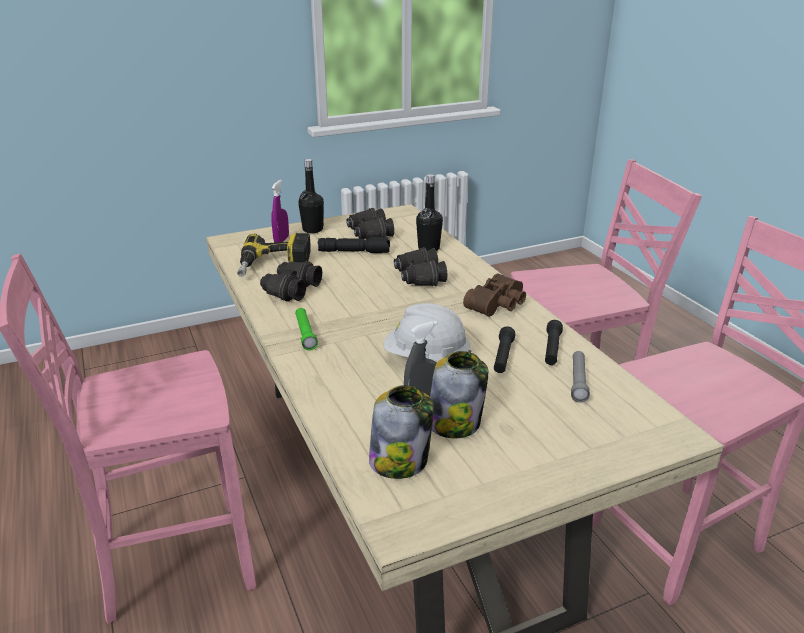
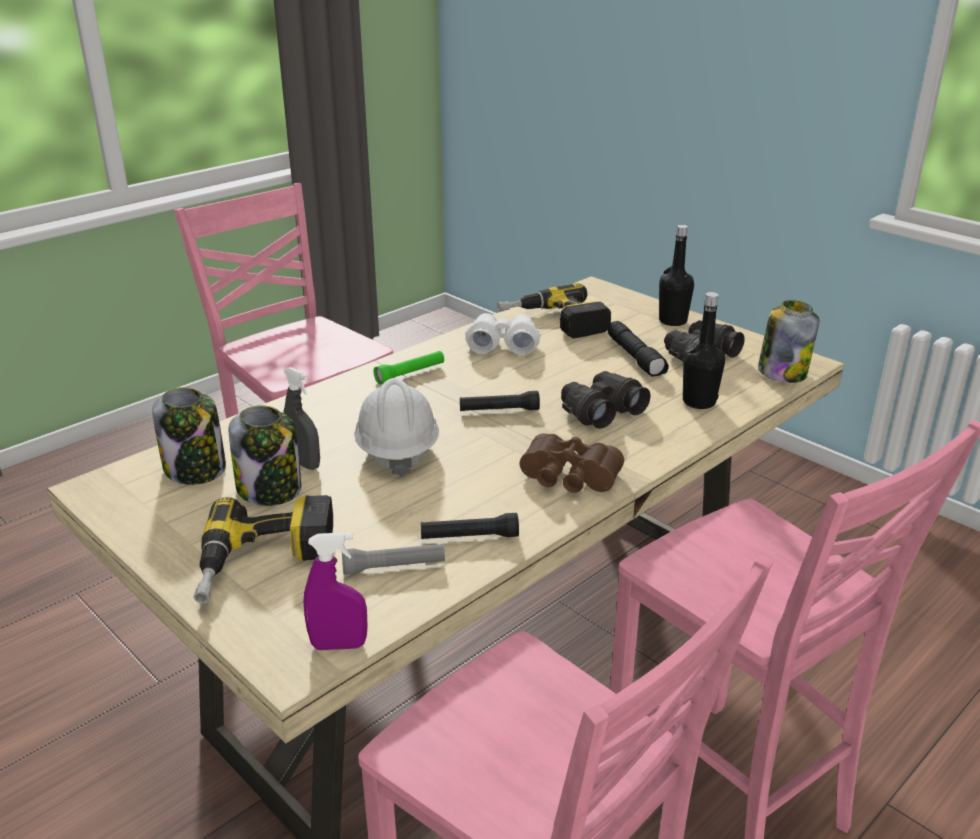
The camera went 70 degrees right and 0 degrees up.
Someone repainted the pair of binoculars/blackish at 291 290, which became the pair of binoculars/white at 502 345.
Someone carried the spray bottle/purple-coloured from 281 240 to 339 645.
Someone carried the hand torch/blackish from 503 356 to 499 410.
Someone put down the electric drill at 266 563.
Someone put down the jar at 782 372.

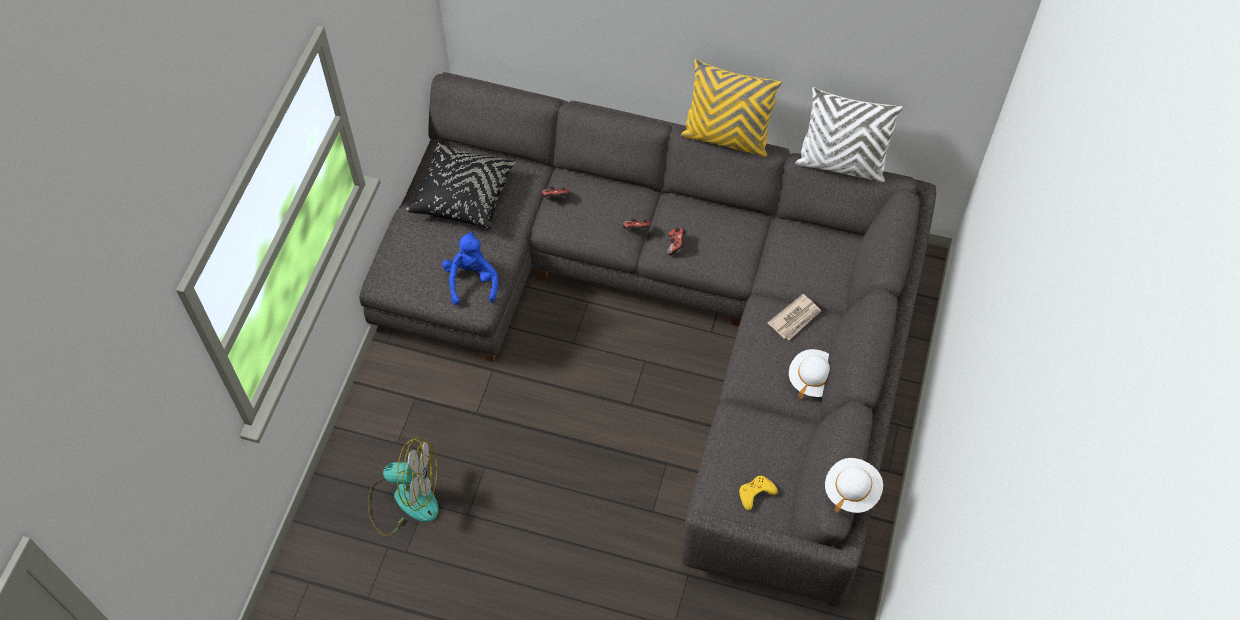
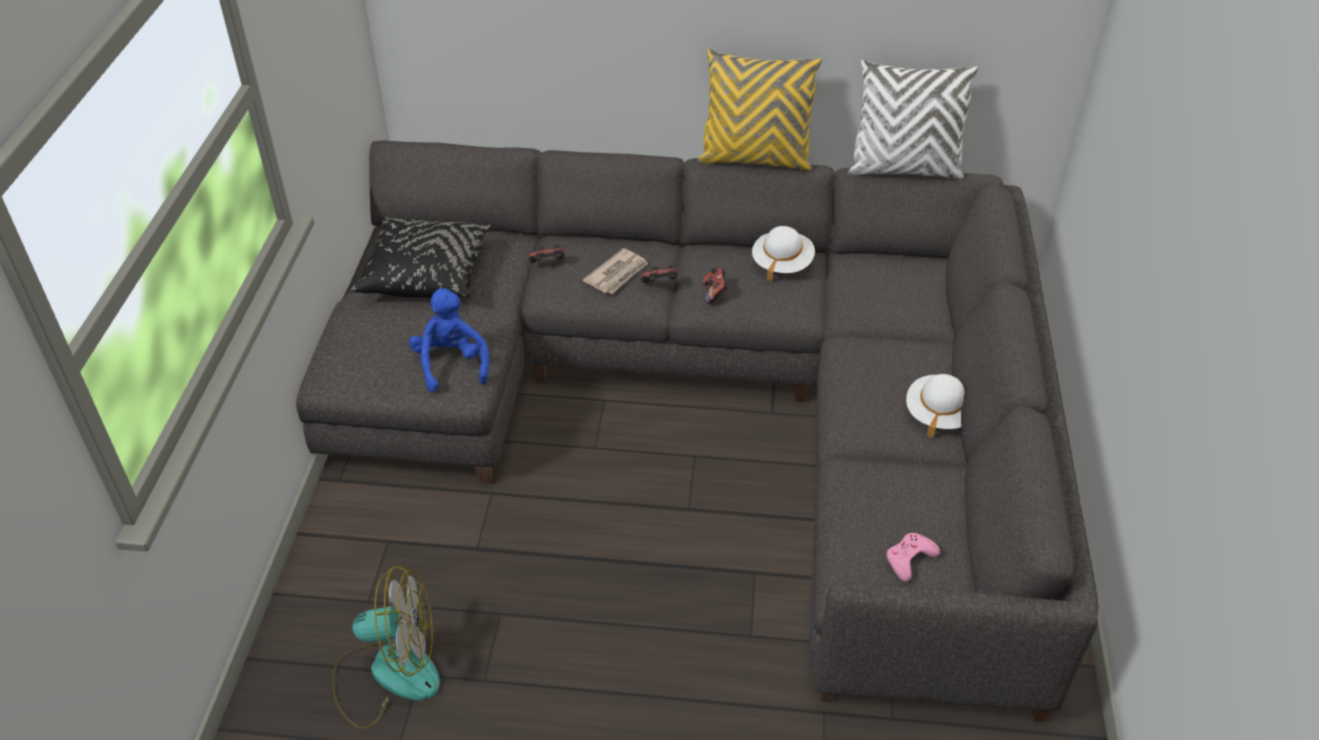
The camera went 10 degrees left and 15 degrees down.
Someone repainted the game controller/yellow-coloured at 755 493, which became the game controller/pinkish at 909 559.
Someone carried the printed paper from 795 318 to 617 274.
Someone carried the wearable hat/white from 851 490 to 782 263.

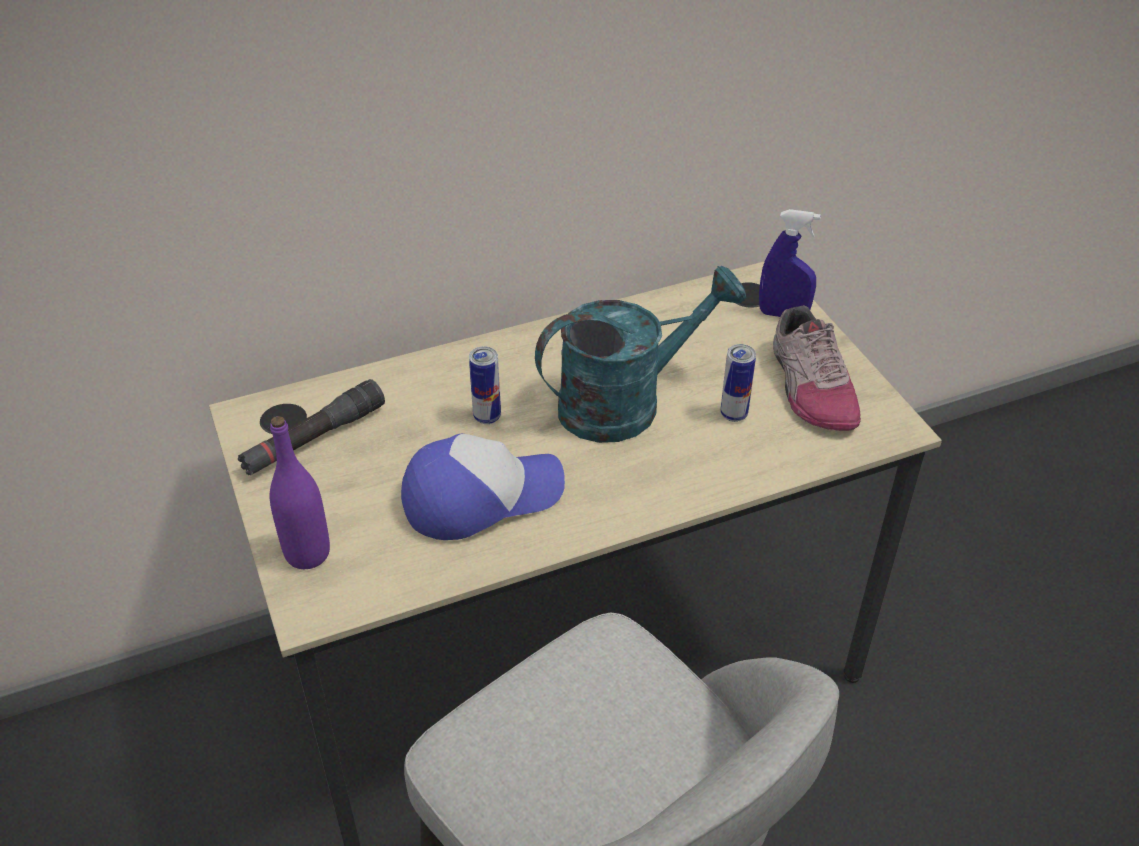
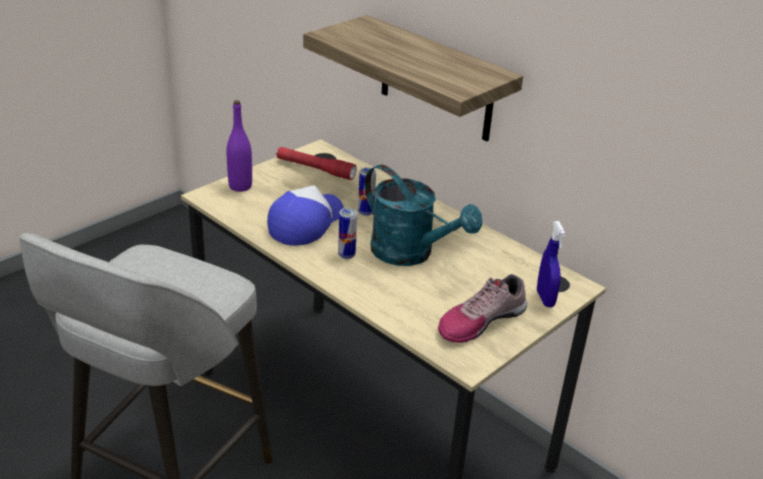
The camera went 65 degrees right and 10 degrees down.
Someone repainted the hand torch/blackish at 314 438, which became the hand torch/reddish at 315 169.
Someone rotated the peaked cap at 481 496 by 105 degrees counterclockwise.
Someone carried the metal can from 733 414 to 346 255.
Someone put up the shelf at 436 80.

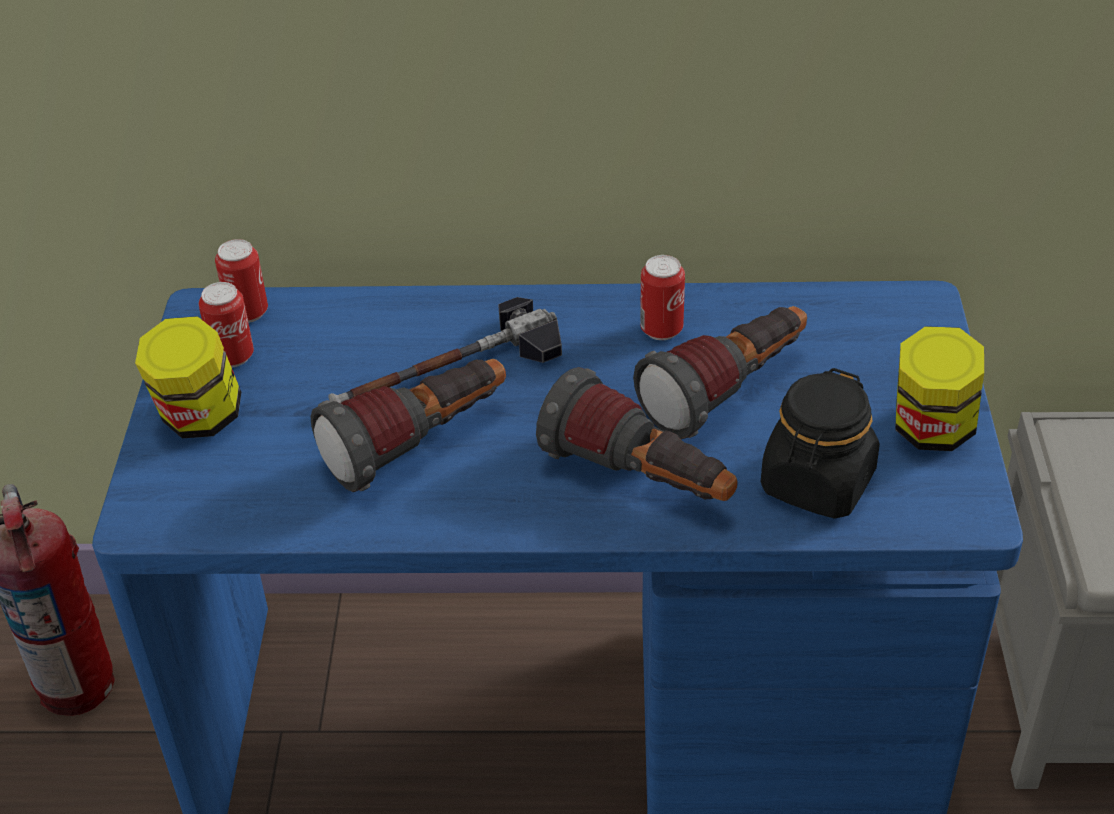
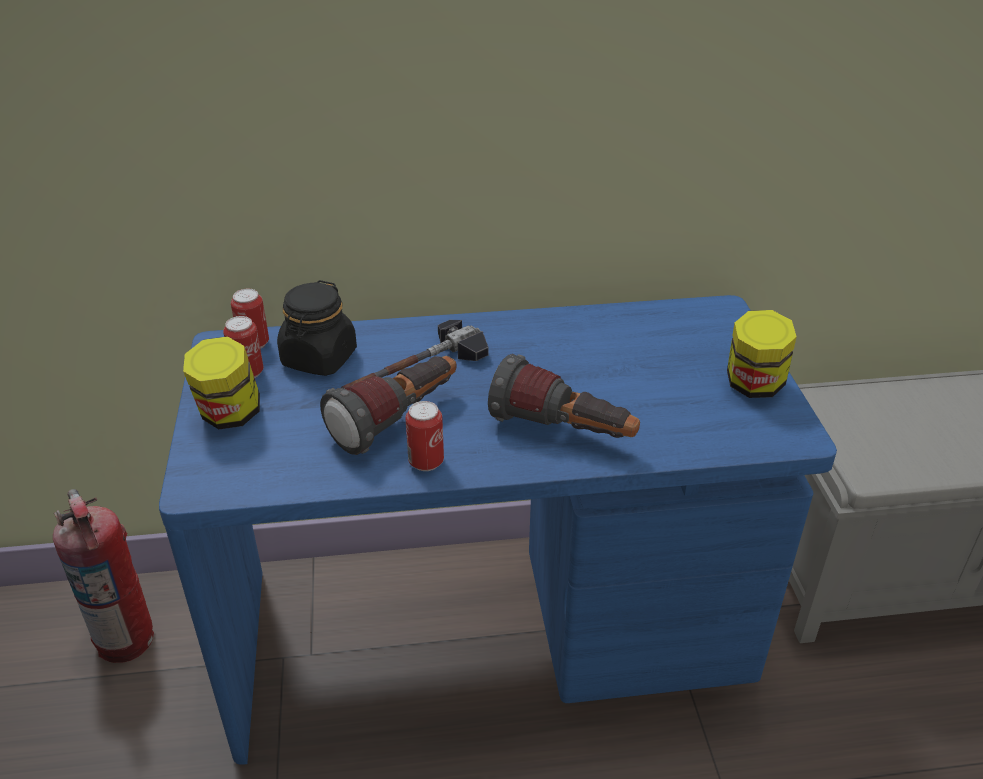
The camera went 10 degrees left and 5 degrees down.
Someone took away the hand torch at 728 392.
Someone carried the metal can from 661 330 to 426 462.
Someone carried the jar/blackish from 817 483 to 319 358.

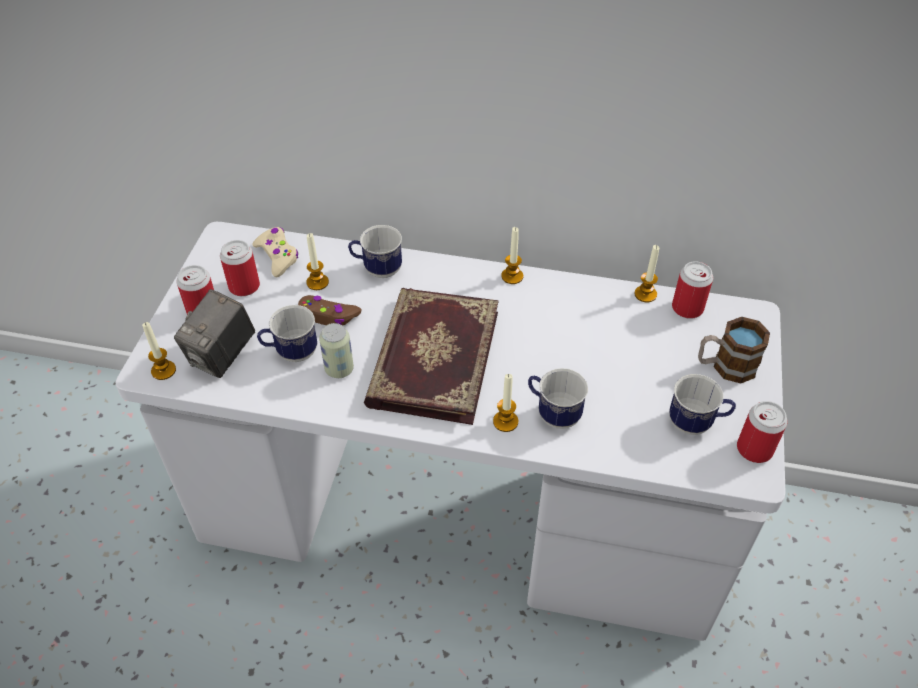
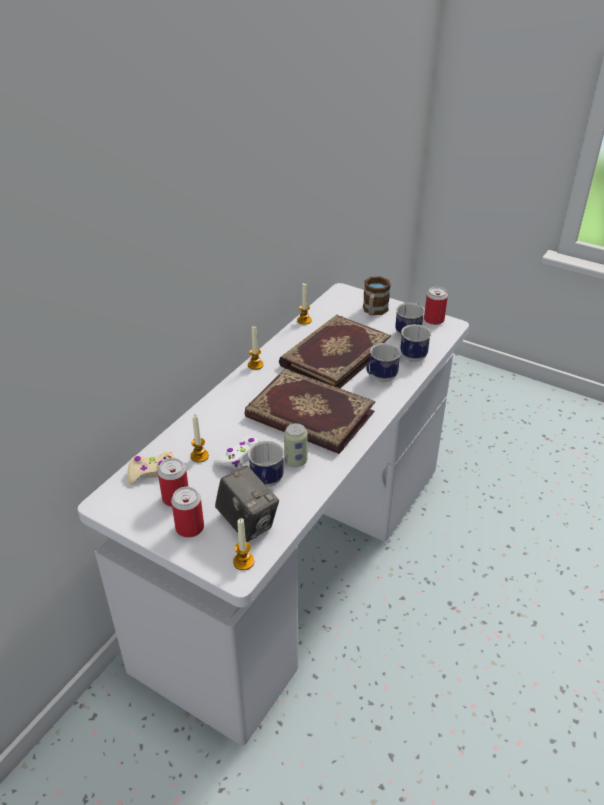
The camera went 70 degrees left and 10 degrees down.
Someone repainted the game controller/brownish at 328 315, which became the game controller/white at 239 457.
Someone carried the tea mug from 377 269 to 412 359.
Someone took away the candle at 505 421.
Someone took away the metal can at 687 308.
Someone put down the bound book at 334 355.

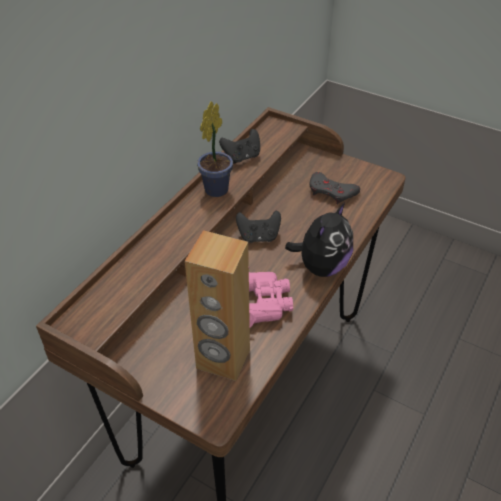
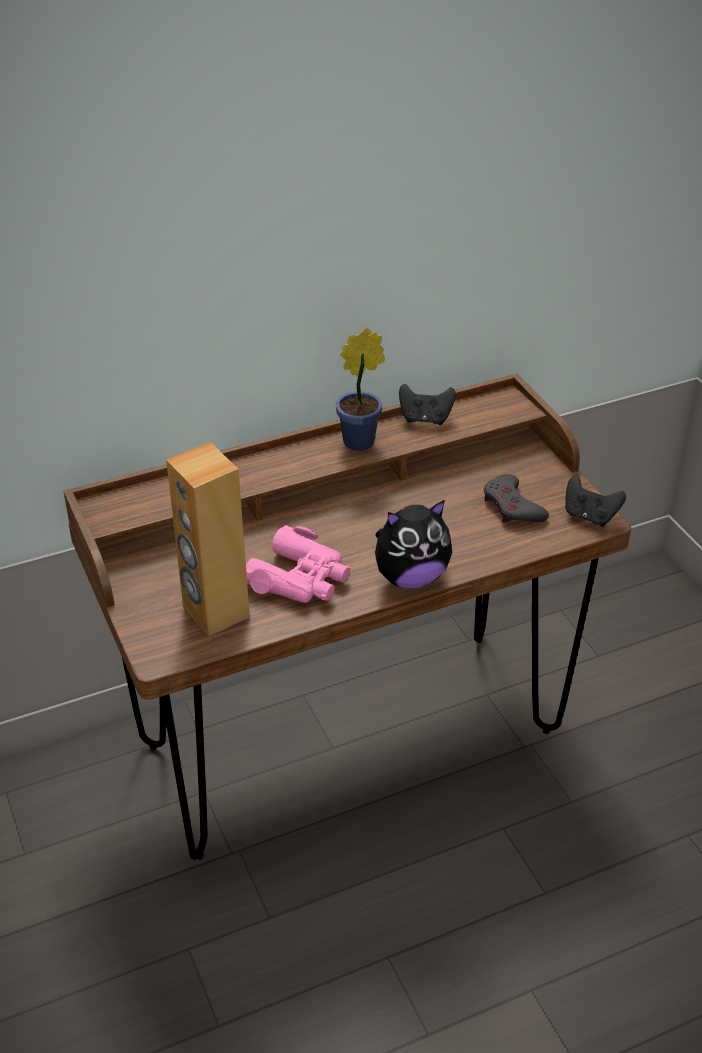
The camera went 35 degrees right and 5 degrees down.
Someone carried the game controller/blackish from 258 237 to 589 516.

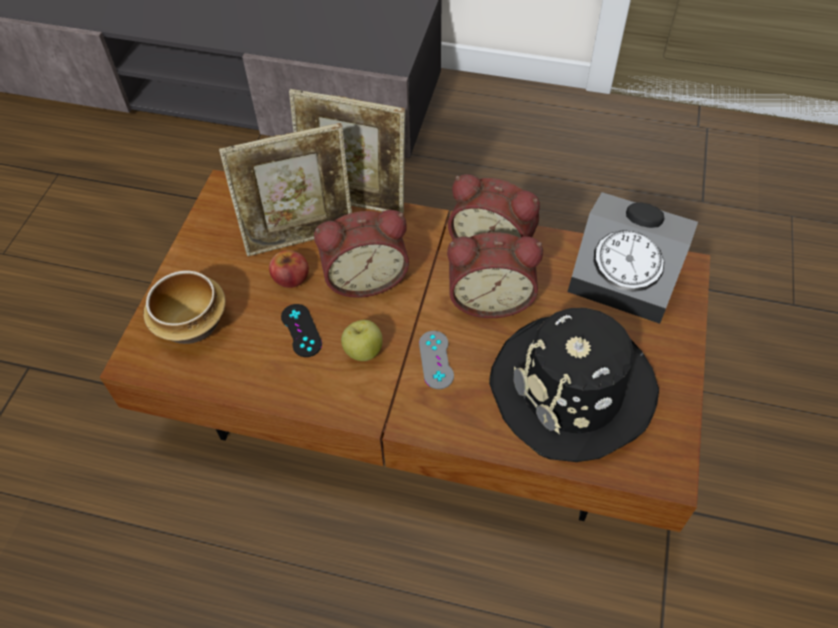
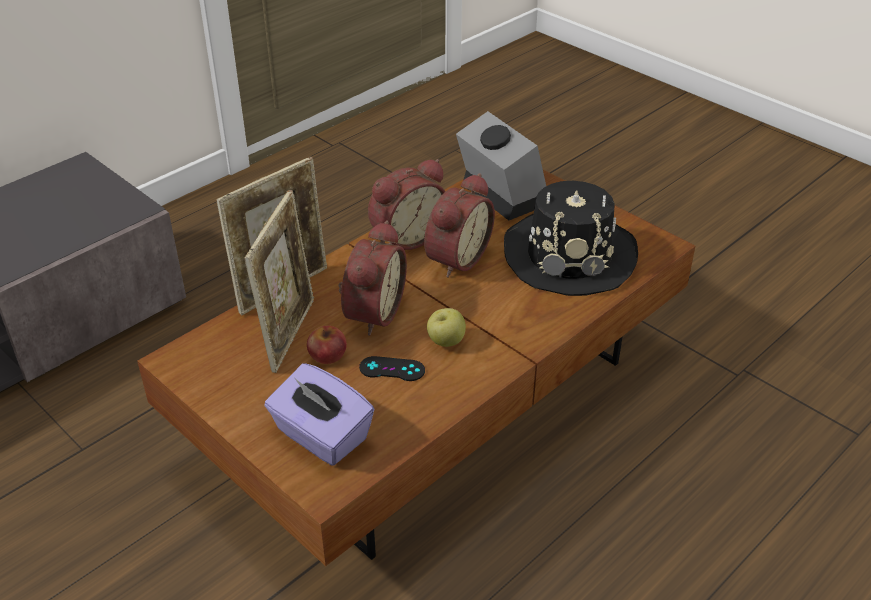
The camera went 60 degrees left and 15 degrees down.
Someone swapped the deep dish at 192 325 for the box of tissues/purple-coloured at 321 436.
Someone took away the game controller/grey at 436 360.
Someone rotated the alarm clock at 627 281 by 90 degrees counterclockwise.

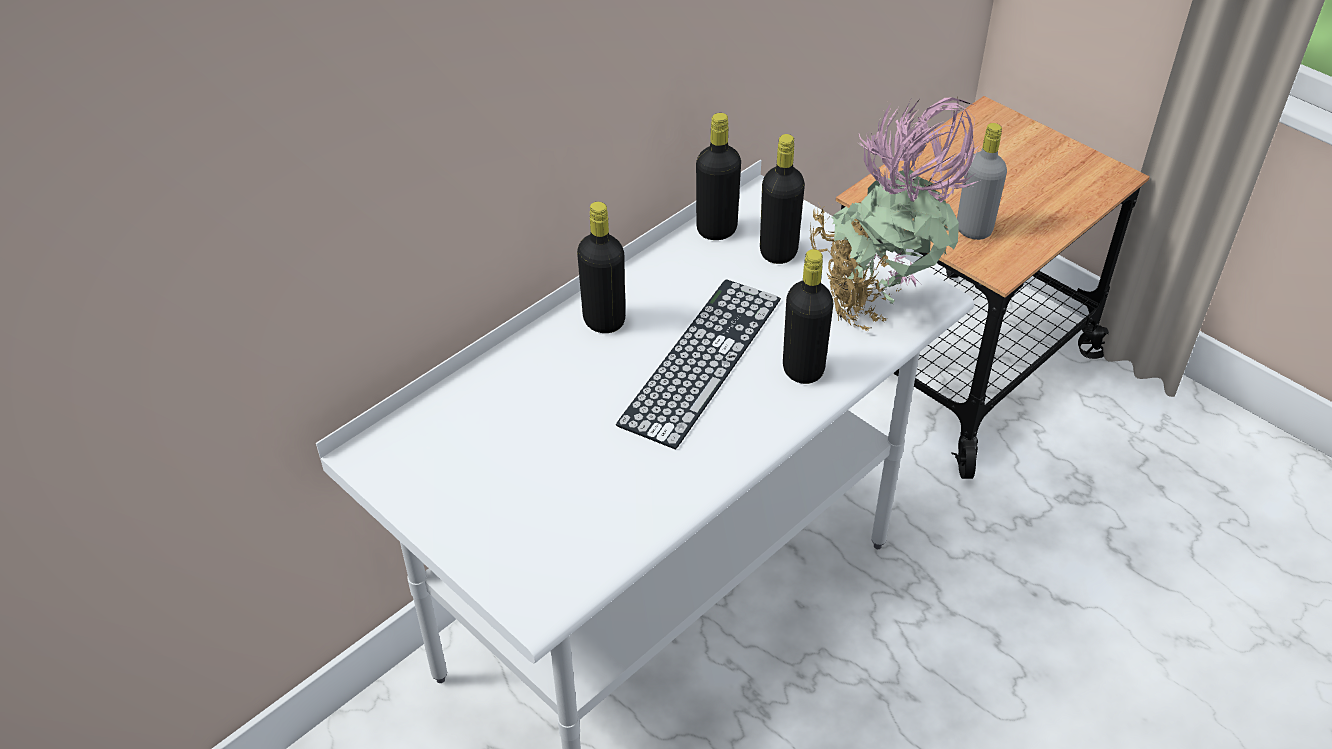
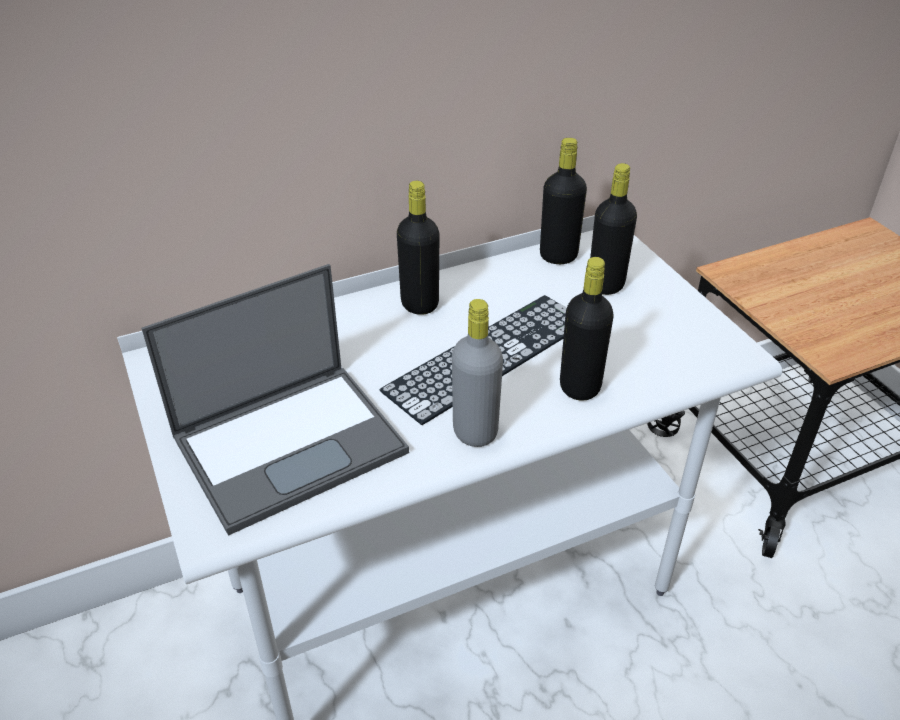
The camera went 20 degrees right and 5 degrees down.
Someone took away the plant in a pot at 879 305.
Someone carried the bottle/grey from 973 229 to 475 432.
Someone put down the laptop at 291 442.

